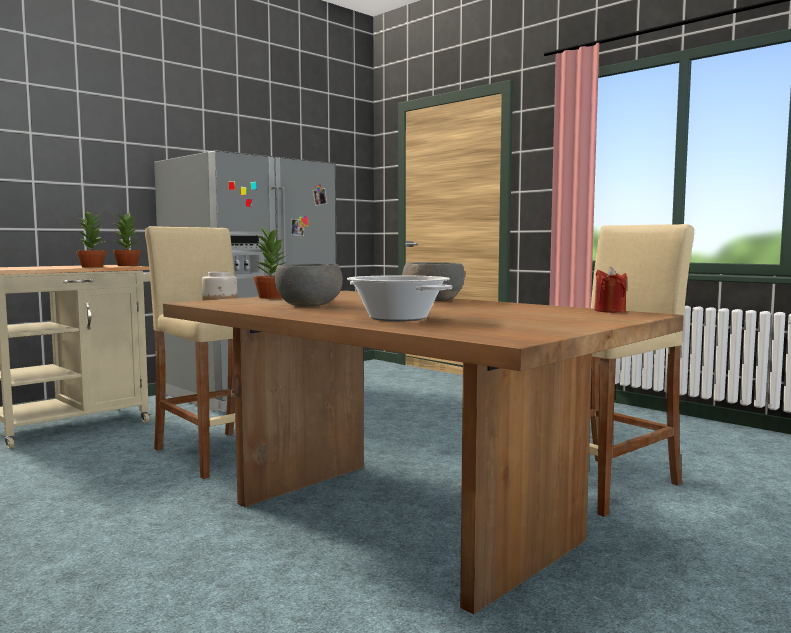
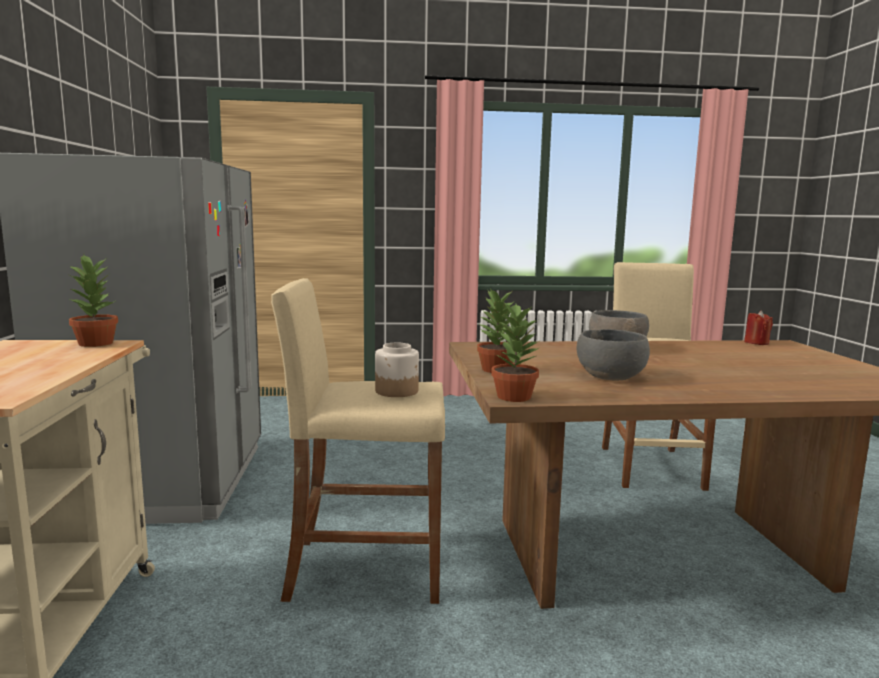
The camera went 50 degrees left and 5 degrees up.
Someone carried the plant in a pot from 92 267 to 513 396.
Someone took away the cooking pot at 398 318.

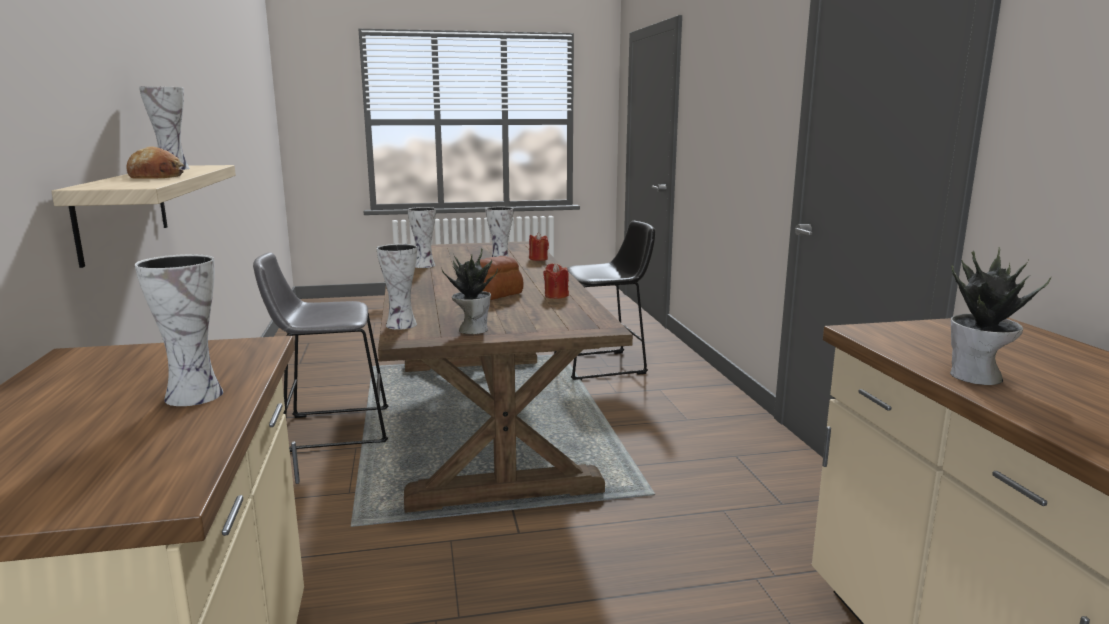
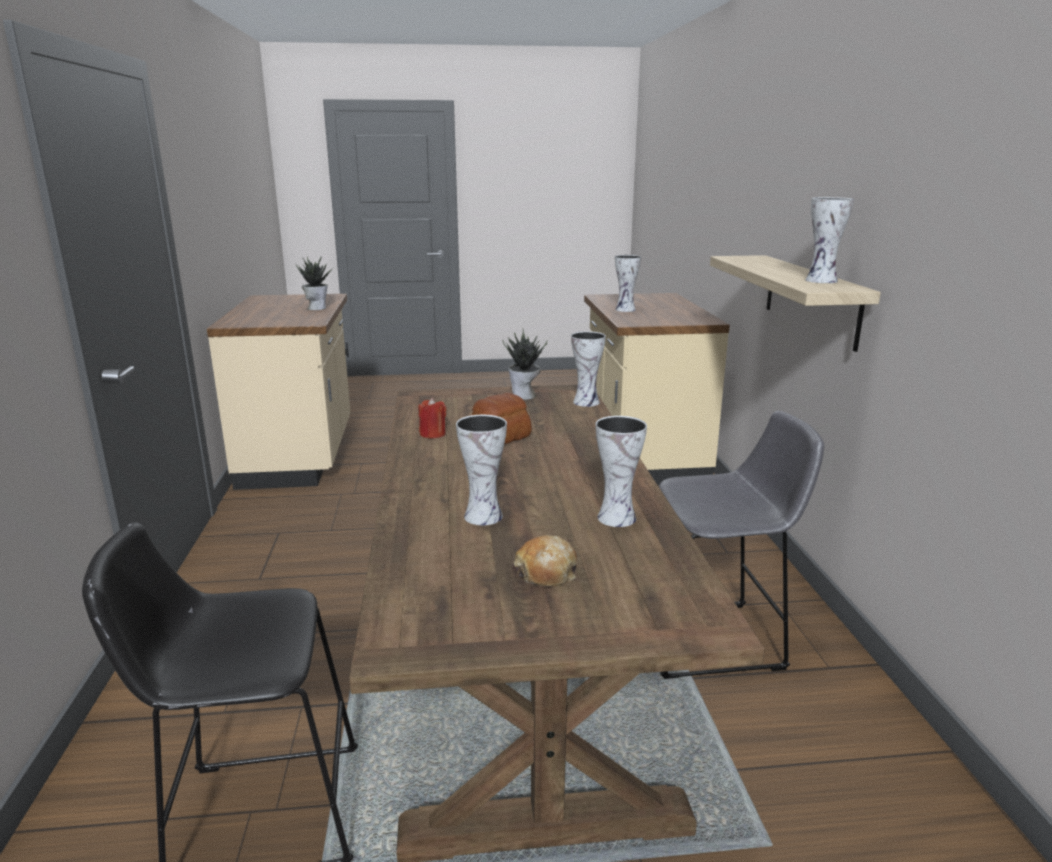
The camera went 175 degrees left and 5 degrees up.
Someone carried the bakery bread from 156 176 to 546 572.
Someone took away the candle/reddish at 538 259.

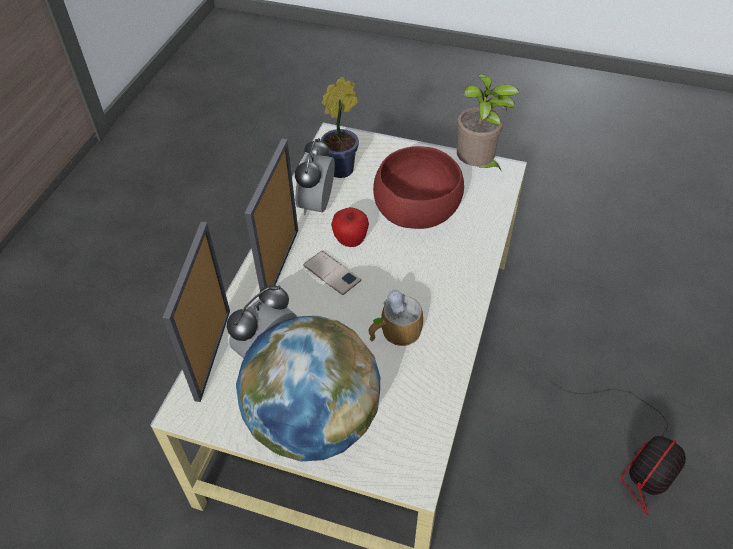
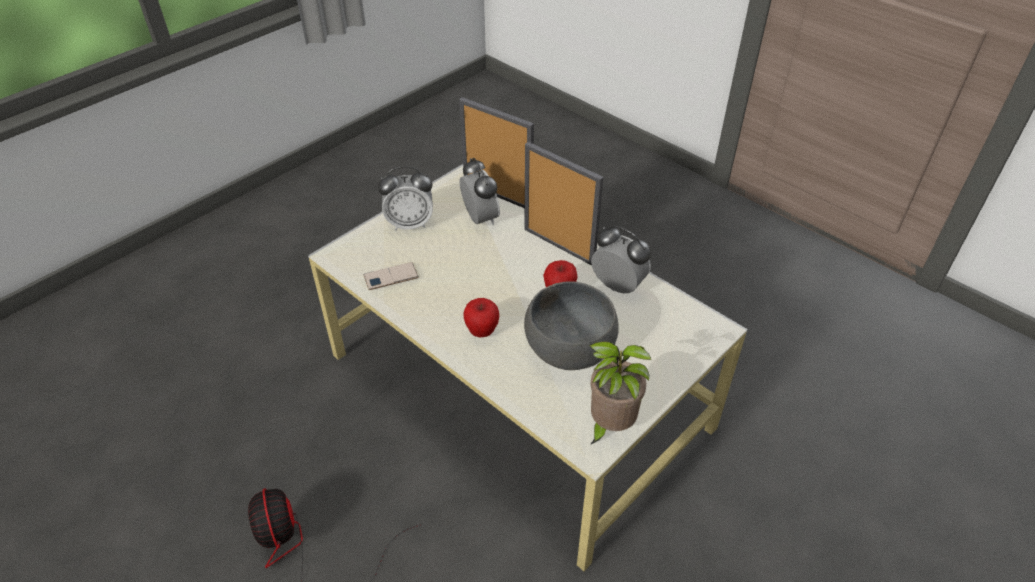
The camera went 115 degrees right and 5 degrees down.
Someone swapped the world globe at 313 422 for the alarm clock at 410 224.
Someone carried the phone from 332 273 to 391 276.
Someone took away the plant in a pot at 344 168.
Someone took away the tea mug at 394 332.
Someone repainted the deep dish/reddish at 416 212, which became the deep dish/grey at 569 348.
Someone put down the apple at 482 331.

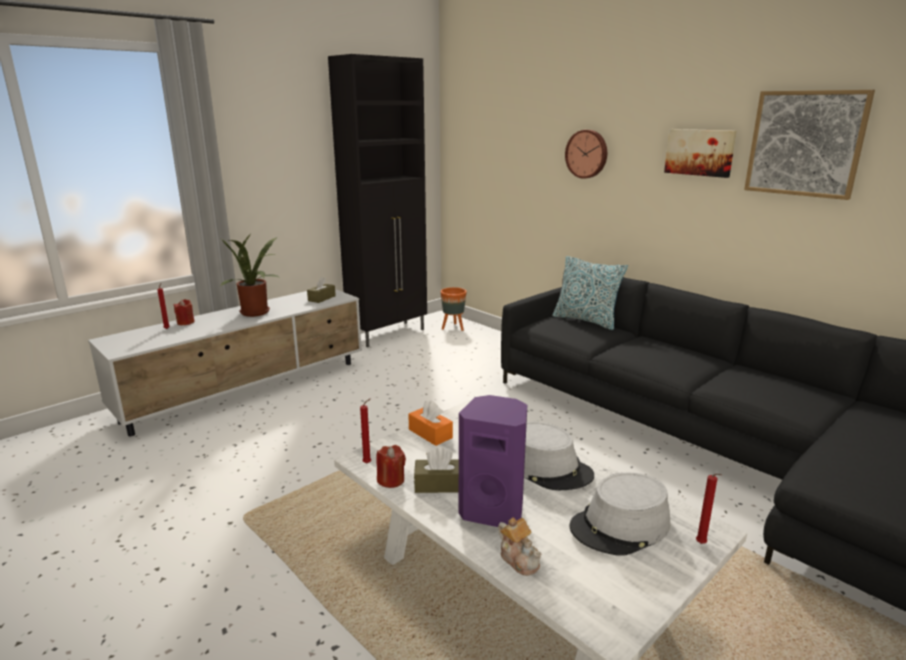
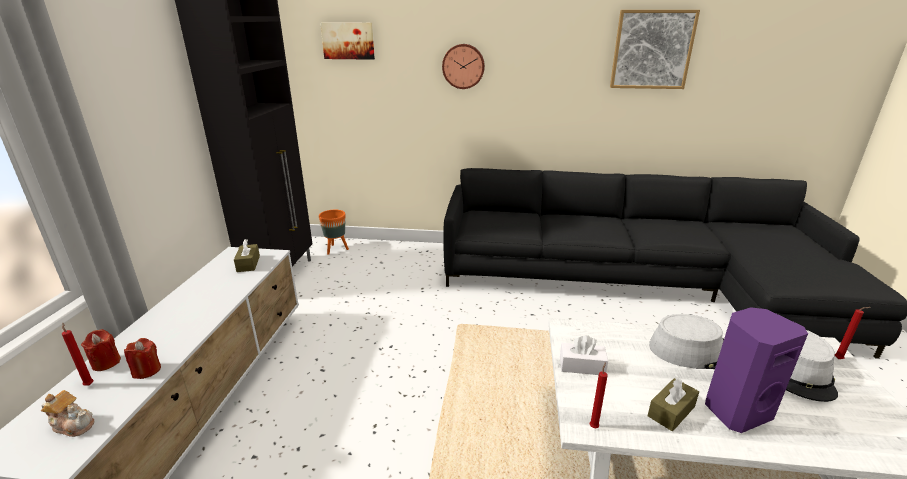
The camera went 40 degrees left and 5 degrees up.
Someone took away the plant in a pot at 257 313.
Someone carried the candle/reddish from 391 480 to 147 370.
Someone repainted the box of tissues/orange at 430 433, which became the box of tissues/white at 582 366.
Someone carried the pot for tea from 519 559 to 73 425.
Someone took away the pillow at 586 320.
Someone carried the wall picture from 700 152 to 348 41.

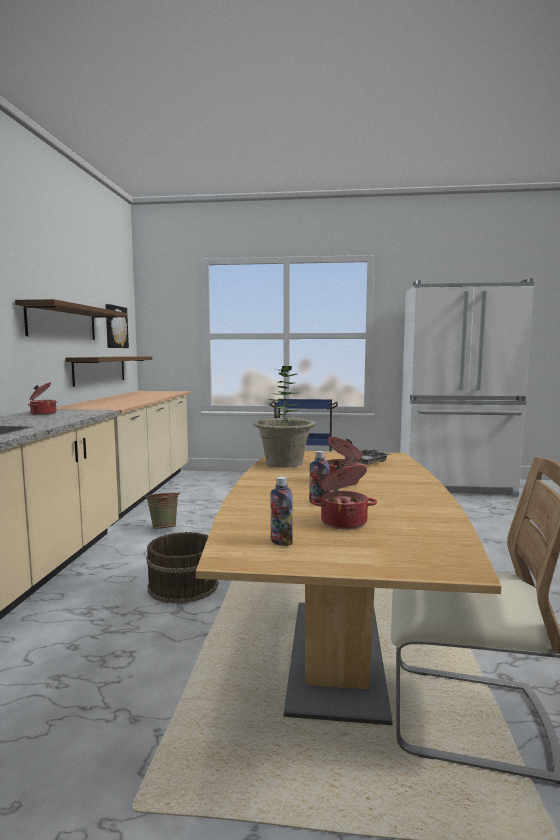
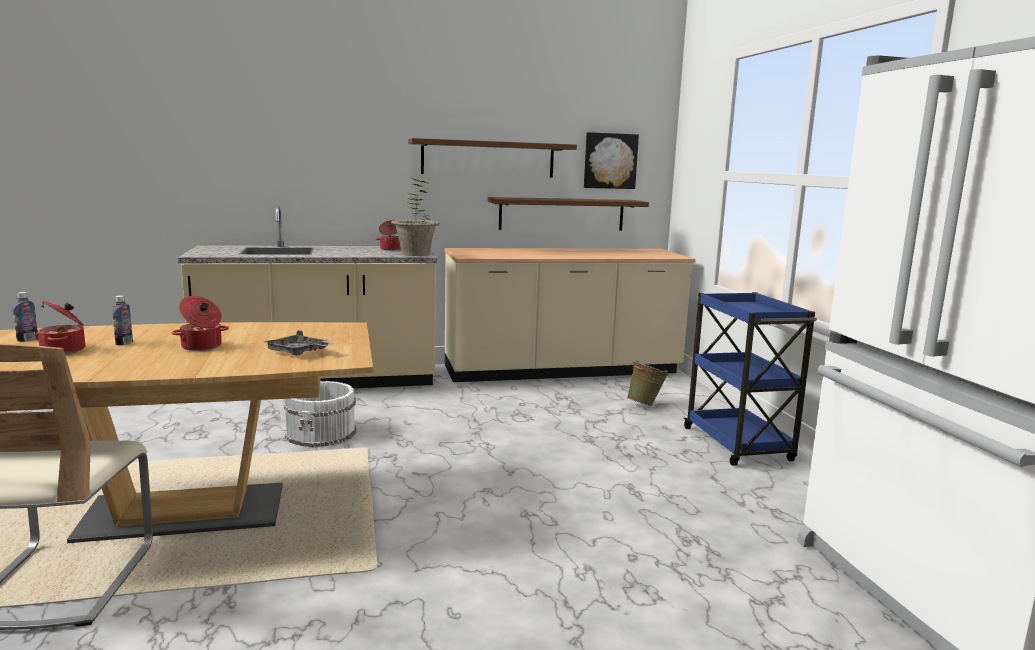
The camera went 70 degrees right and 5 degrees up.
Someone carried the pail/greenish from 164 528 to 646 405.
Someone repainted the pail/brownish at 183 585, which became the pail/white at 321 433.
Someone carried the plant in a pot from 284 463 to 415 254.

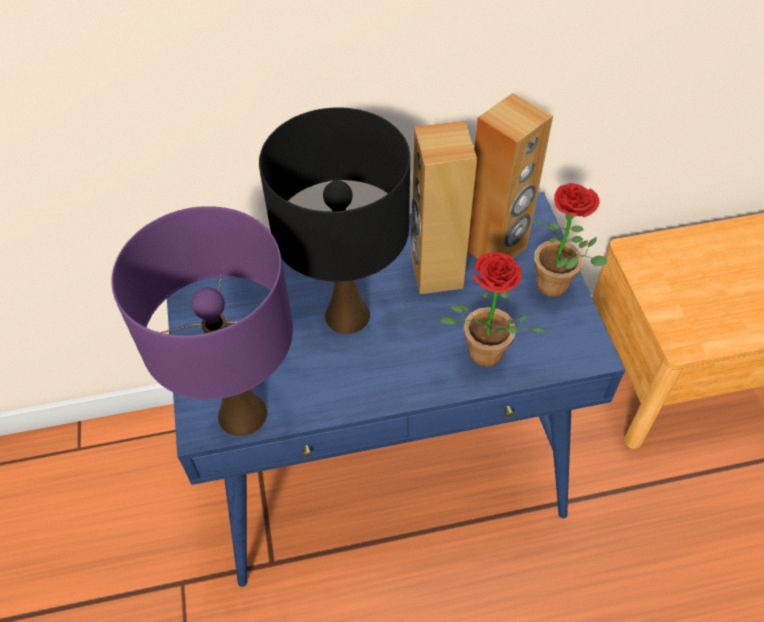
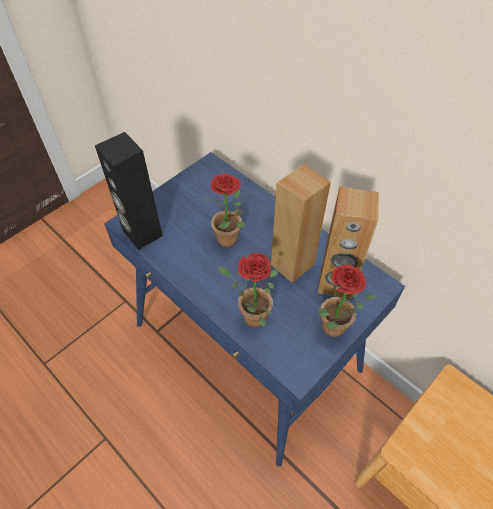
The camera went 55 degrees right and 0 degrees up.
Someone swapped the lamp for a table/purple-coloured at 243 413 for the audio speaker/blackish at 142 233.
Someone swapped the lamp for a table/blackish at 348 315 for the plant in a pot at 231 241.

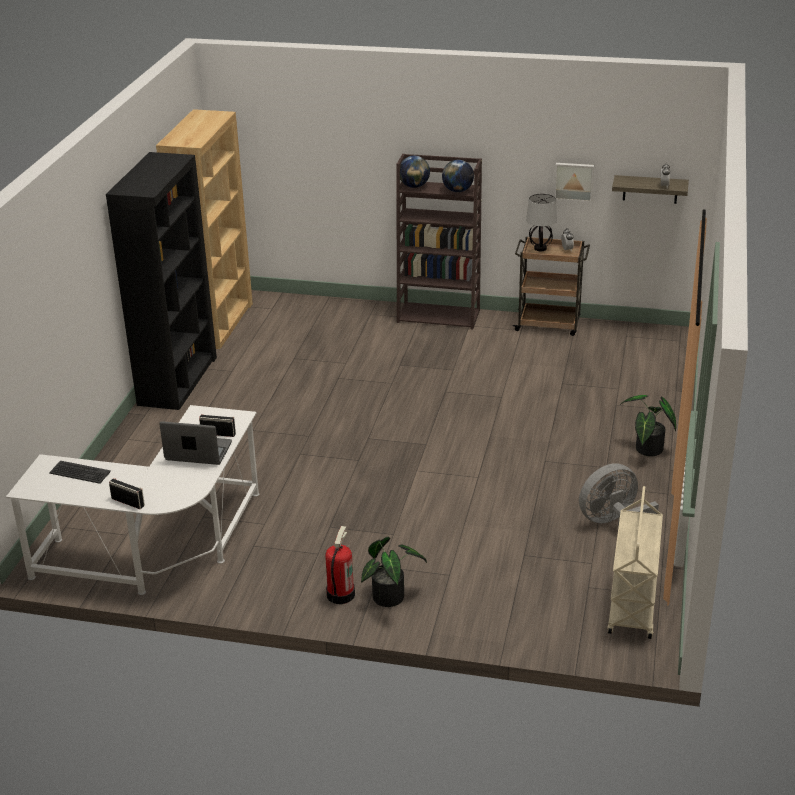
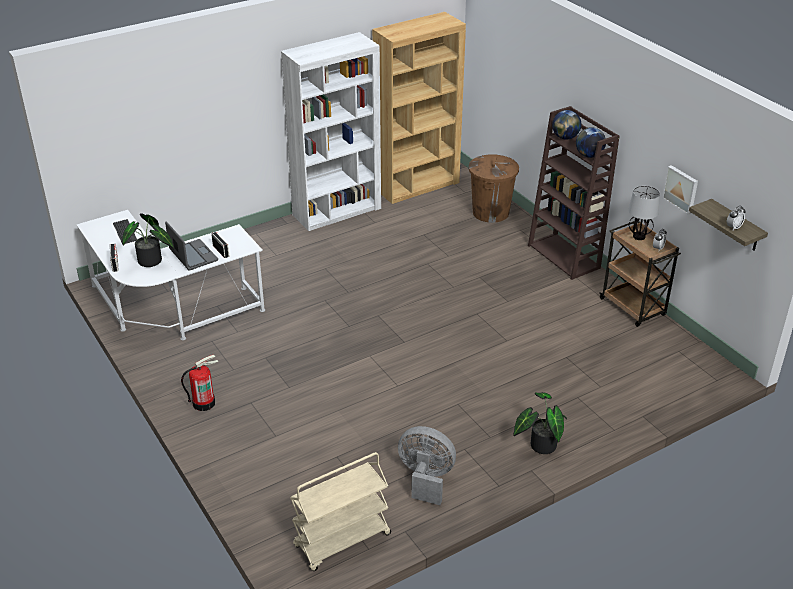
The camera went 45 degrees right and 5 degrees up.
Someone repainted the bookcase/blackish at 178 380, which became the bookcase/white at 337 211.
Someone carried the plant in a pot from 392 598 to 151 262.
Someone put down the trash can/brownish at 491 212.

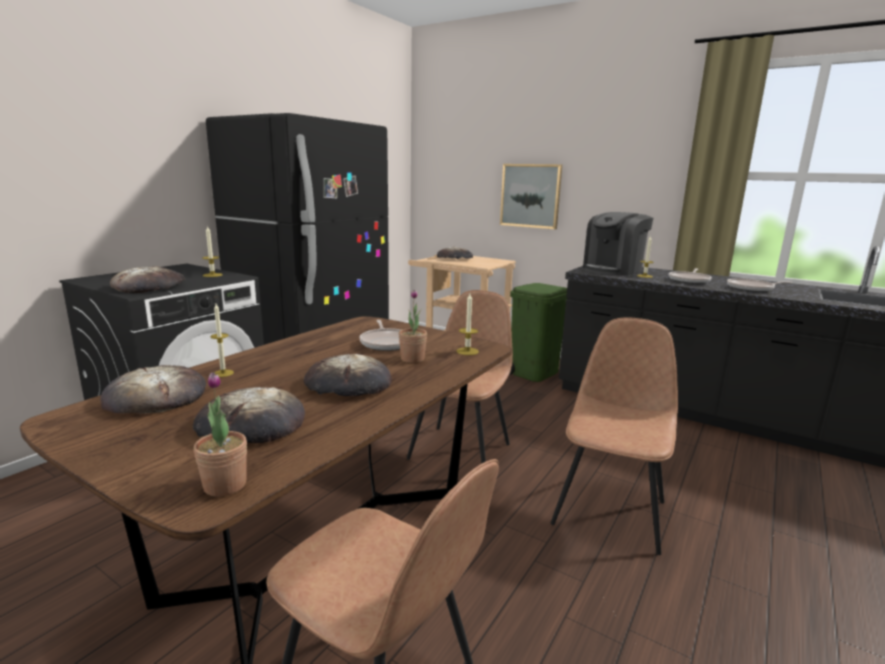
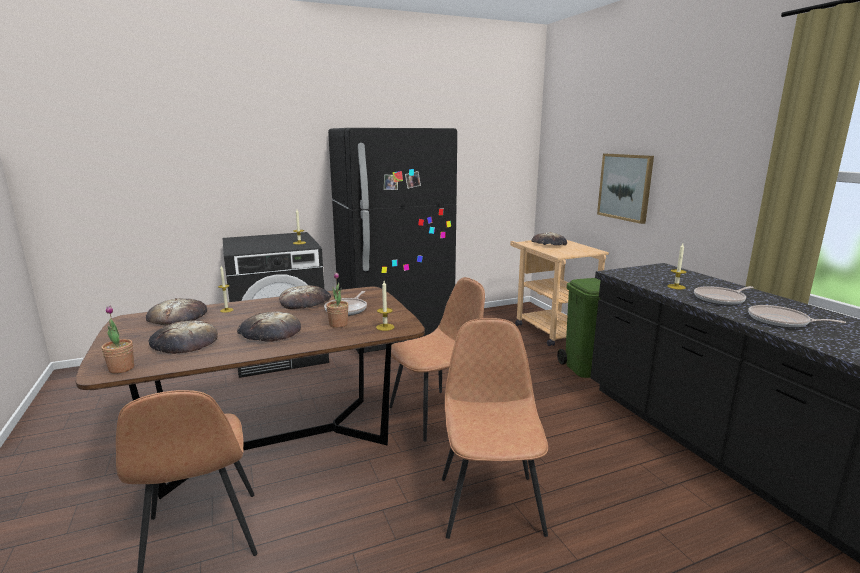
The camera went 35 degrees right and 0 degrees up.
Someone carried the bakery bread from 149 286 to 305 301.
Someone rotated the upright chair/brownish at 610 511 by 60 degrees counterclockwise.
Someone took away the coffee brewer at 613 270.

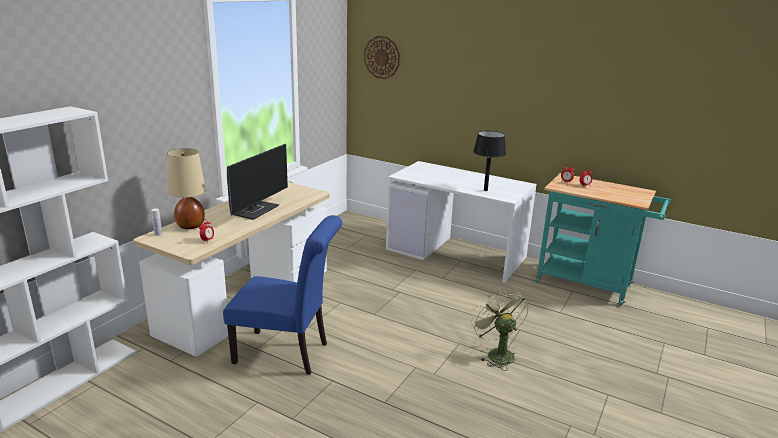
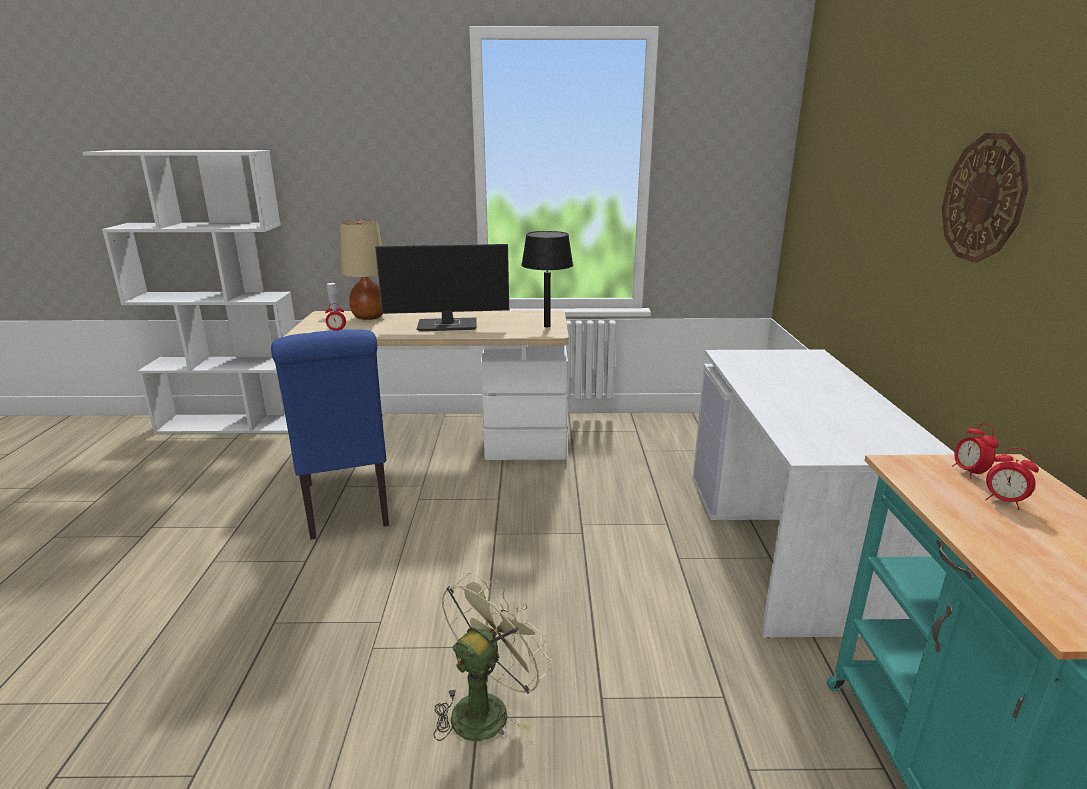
The camera went 60 degrees right and 0 degrees up.
Someone carried the wall clock from 382 57 to 984 198.
Someone carried the lamp for a table/blackish from 485 190 to 547 326.

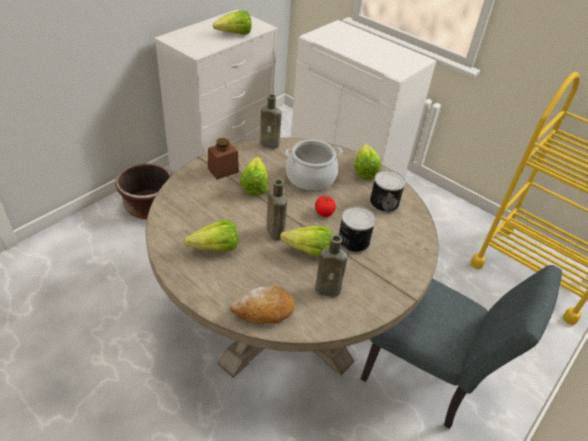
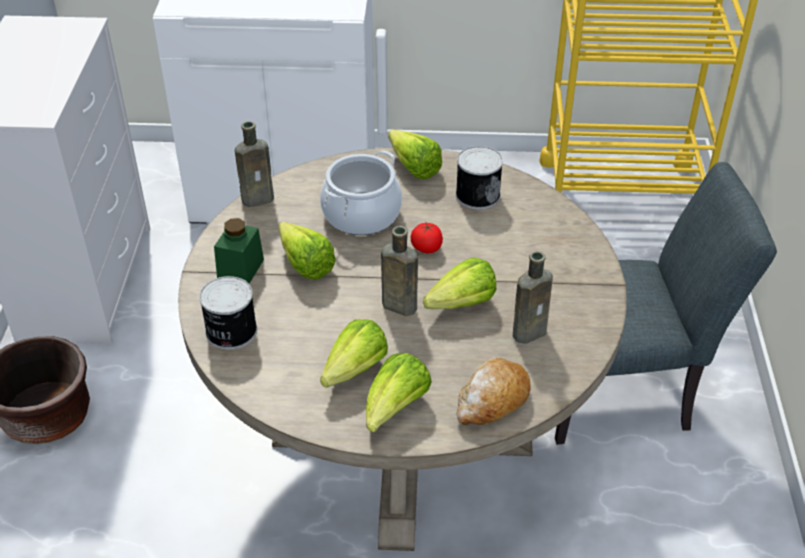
The camera went 35 degrees left and 0 degrees up.
Someone repainted the jar/brownish at 223 170, which became the jar/greenish at 240 269.
Someone carried the head of lettuce from 235 34 to 395 408.
Someone carried the metal can from 352 241 to 230 332.

